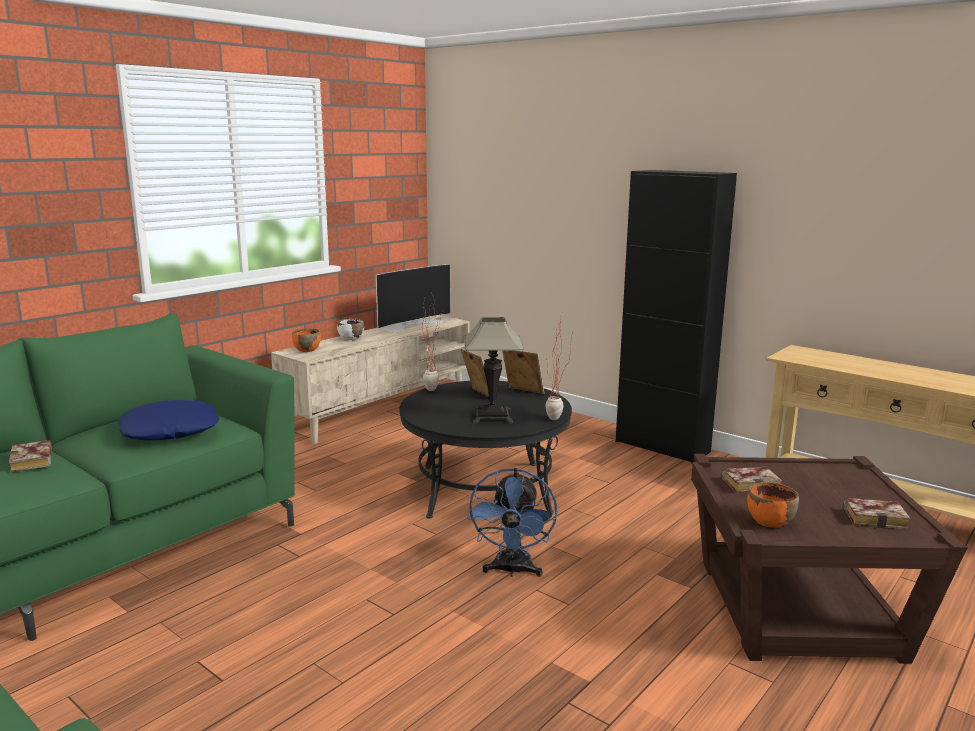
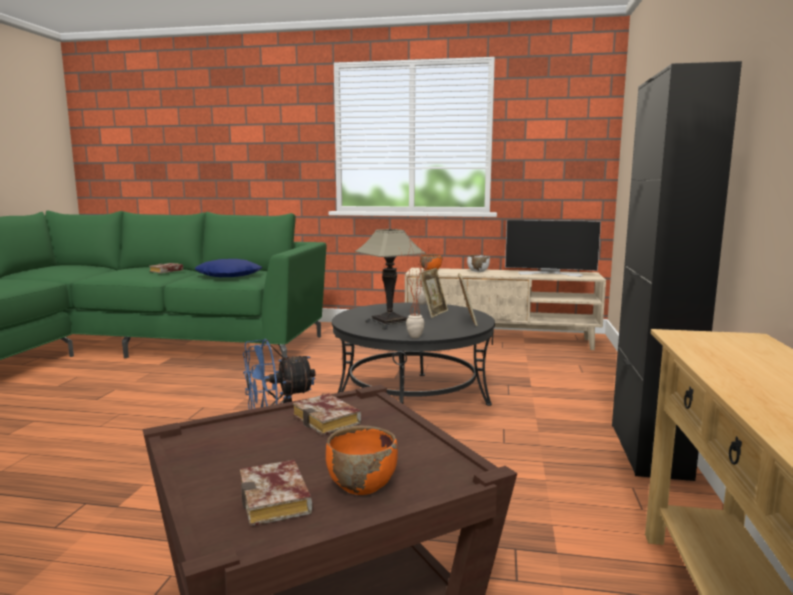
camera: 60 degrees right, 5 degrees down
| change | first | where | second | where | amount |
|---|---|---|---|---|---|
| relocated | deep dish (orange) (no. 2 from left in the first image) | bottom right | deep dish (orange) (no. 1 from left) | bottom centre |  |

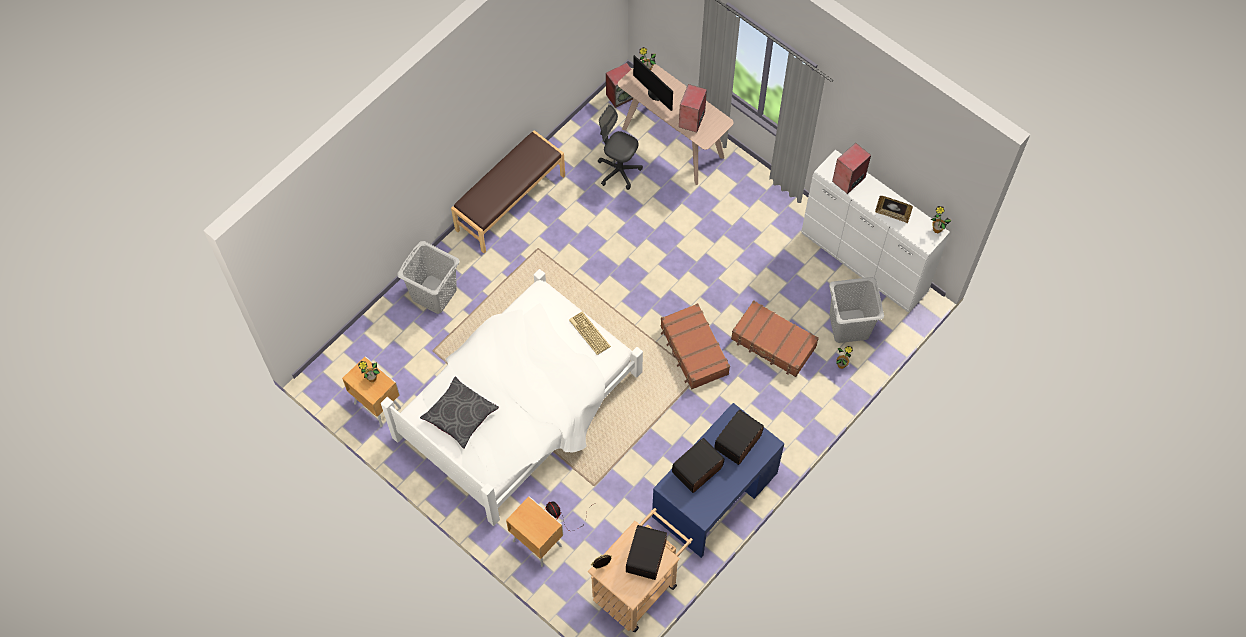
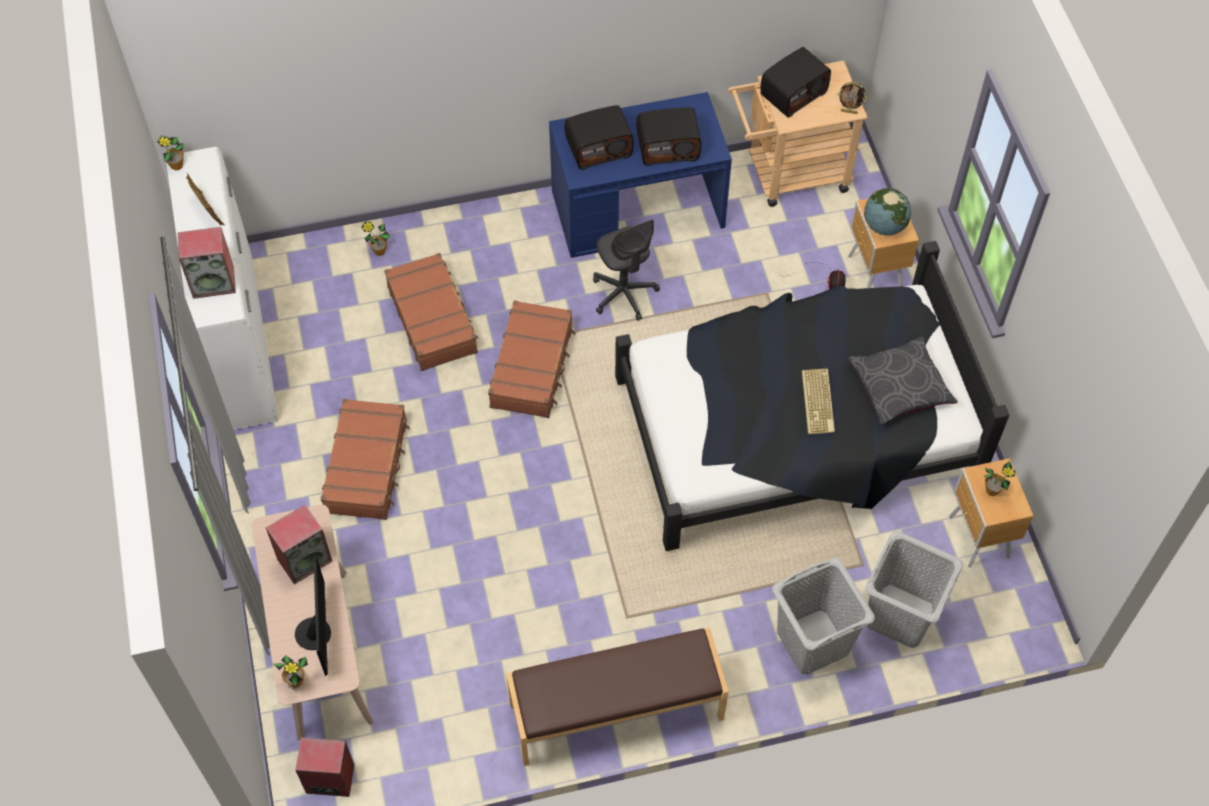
camera: 145 degrees left, 5 degrees down
| change | first | where | second | where | amount |
|---|---|---|---|---|---|
| colour | sleeping bed (white) | centre | sleeping bed (black-coloured) | middle right |  |
| relocated | PC keyboard | centre |  | middle right |  |
| relocated | office chair (grey) | top centre |  | centre |  |
| relocated | washing basket (grey) (no. 2 from left) | middle right |  | bottom right |  |
| appeared |  |  | suitcase (brown) (no. 1 from left) | middle left |  |
| appeared |  |  | globe | top right |  |

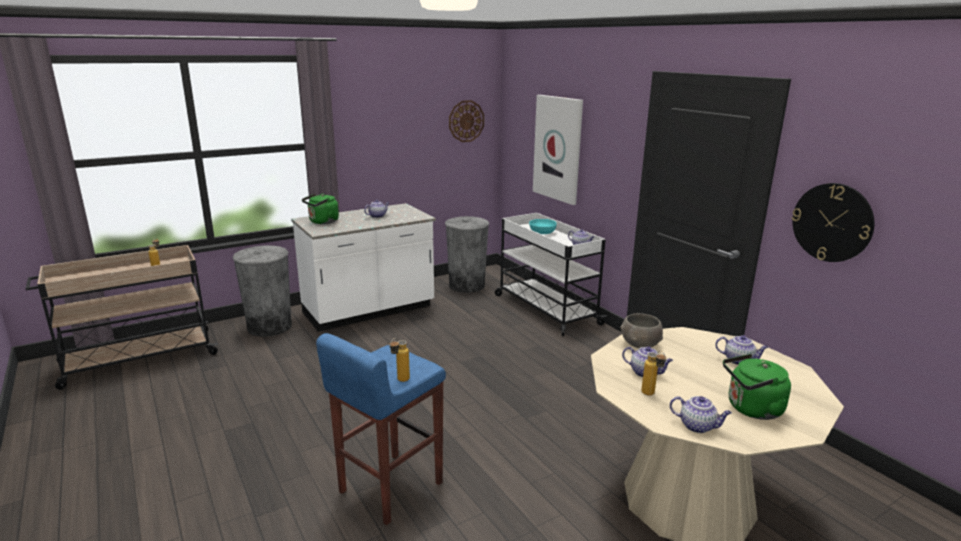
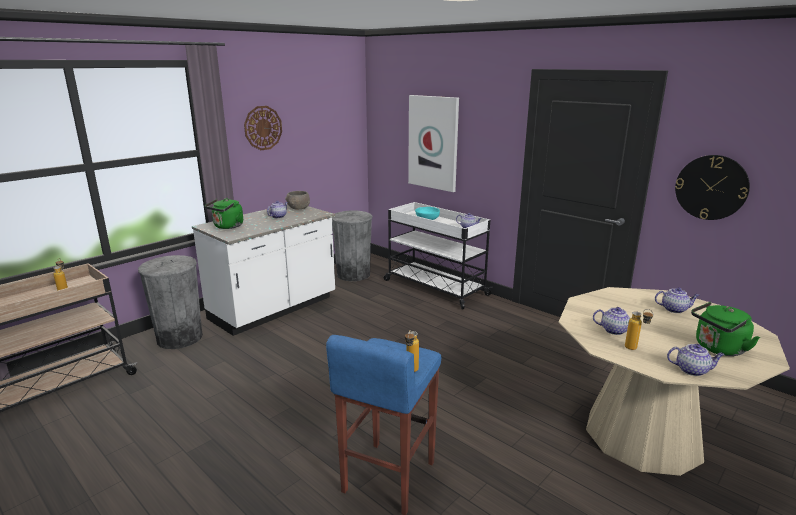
camera: 15 degrees left, 0 degrees up
| change | first | where | second | where | amount |
|---|---|---|---|---|---|
| relocated | wall clock (no. 1 from left) | top centre |  | top left |  |
| relocated | deep dish (grey) | middle right |  | centre |  |

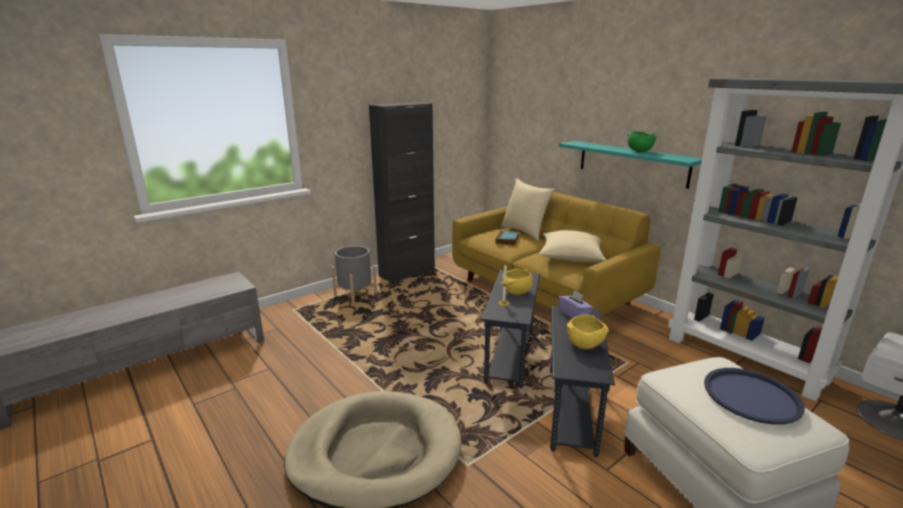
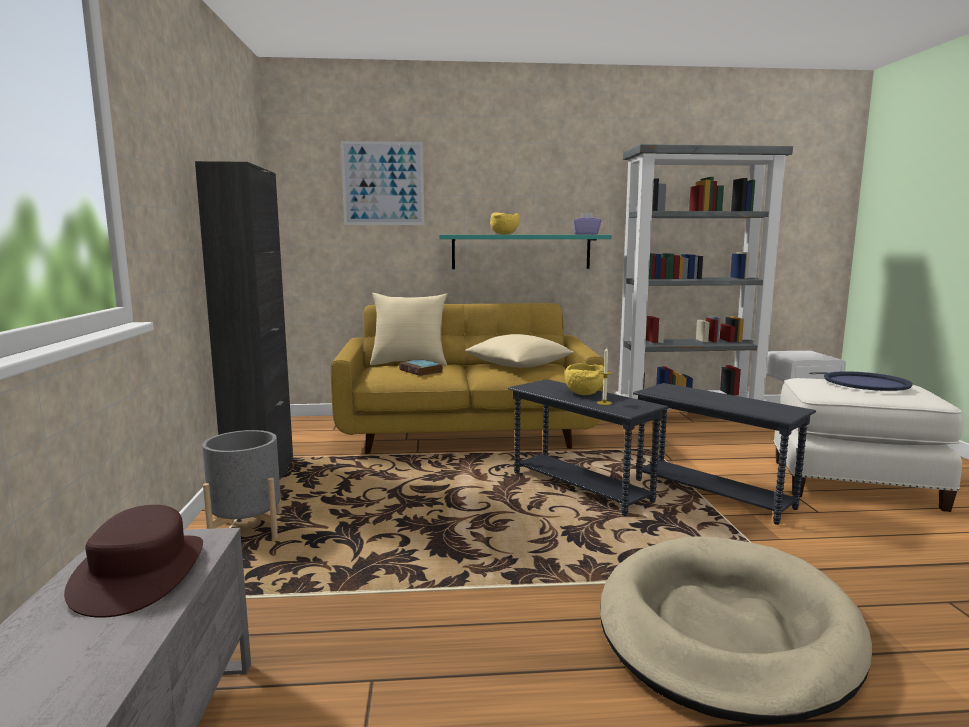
camera: 55 degrees left, 10 degrees down
| change | first | where | second | where | amount |
|---|---|---|---|---|---|
| relocated | box of tissues (purple-coloured) | centre |  | top centre |  |
| relocated | deep dish (yellow) (no. 2 from left in the first image) | centre | deep dish (yellow) (no. 1 from left) | top centre |  |
| missing | deep dish (green) | top right |  |  |  |
| appeared |  |  | wearable hat (brown) | bottom left |  |
| appeared |  |  | picture | top centre |  |

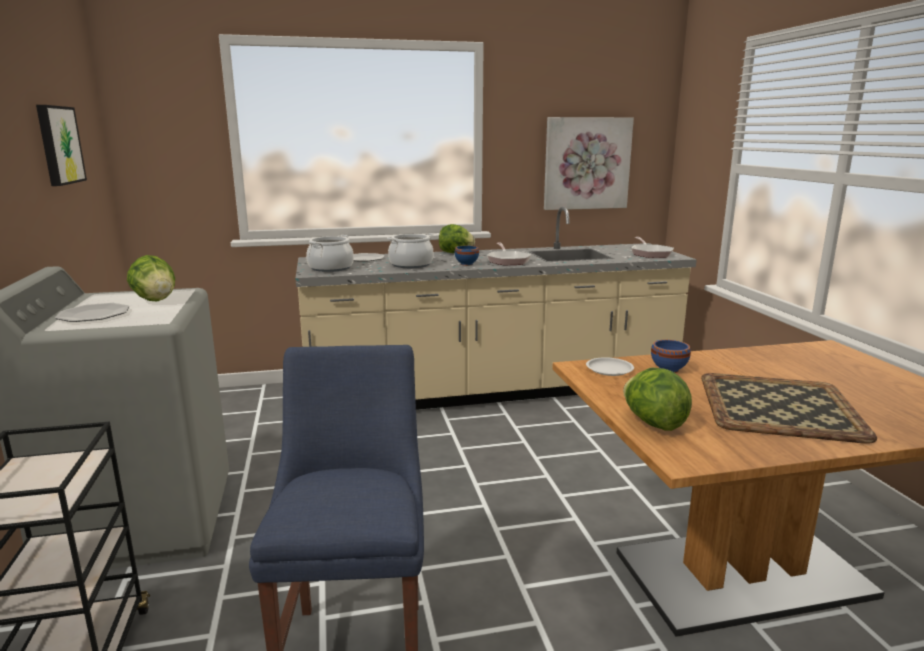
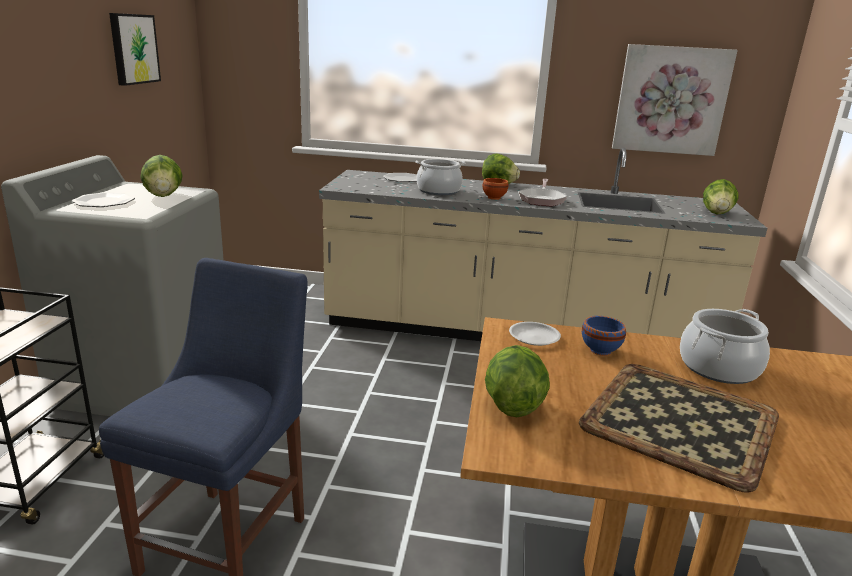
camera: 20 degrees right, 5 degrees up
| change | first | where | second | where | amount |
|---|---|---|---|---|---|
| relocated | saucepot (no. 1 from left in the first image) | centre | saucepot (no. 2 from left) | middle right |  |
| colour | deep dish (bluish) (no. 1 from left) | centre | deep dish (brown) | top centre |  |
| exchanged | frying pan (no. 2 from left) | middle right | head of lettuce (no. 4 from left) | middle right |  |

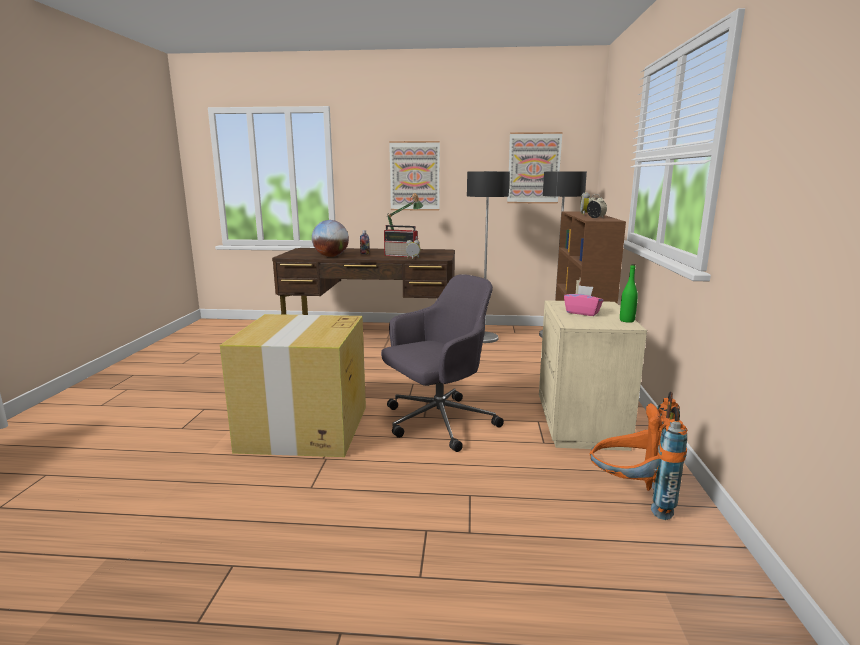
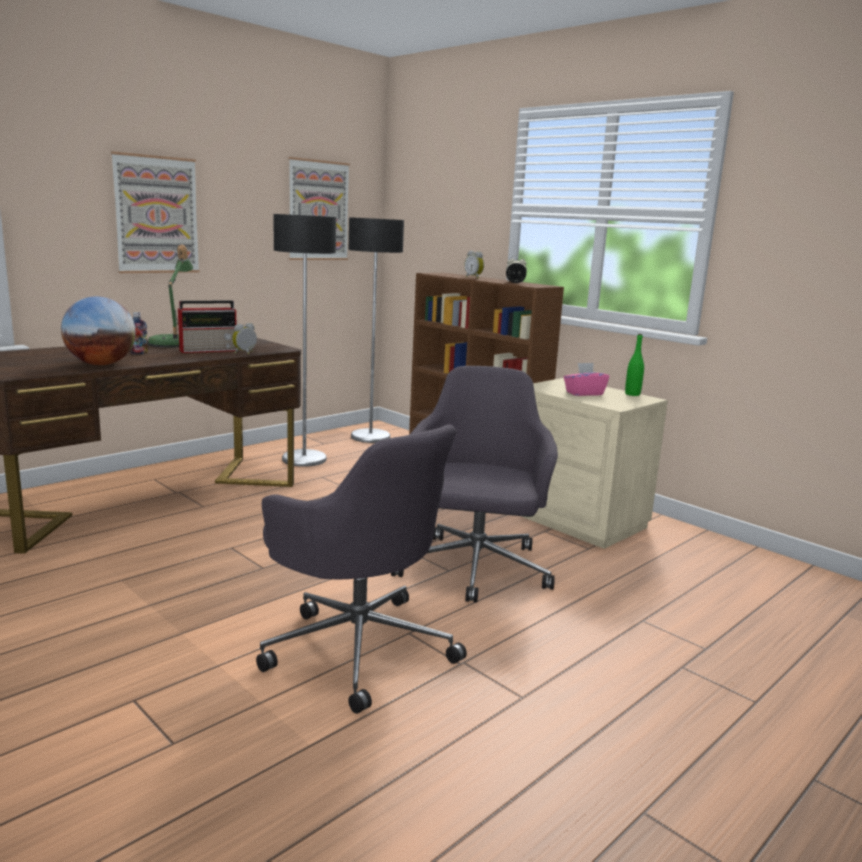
camera: 50 degrees left, 0 degrees up
| change | first | where | second | where | amount |
|---|---|---|---|---|---|
| exchanged | carton | centre | office chair (grey) (no. 1 from left) | centre |  |
| missing | backpack (orange) | bottom right |  |  |  |

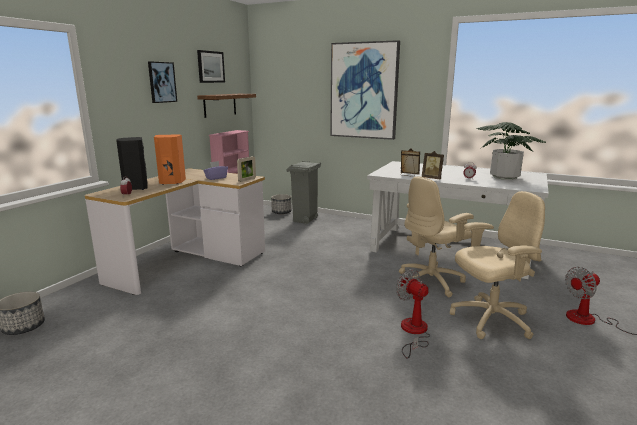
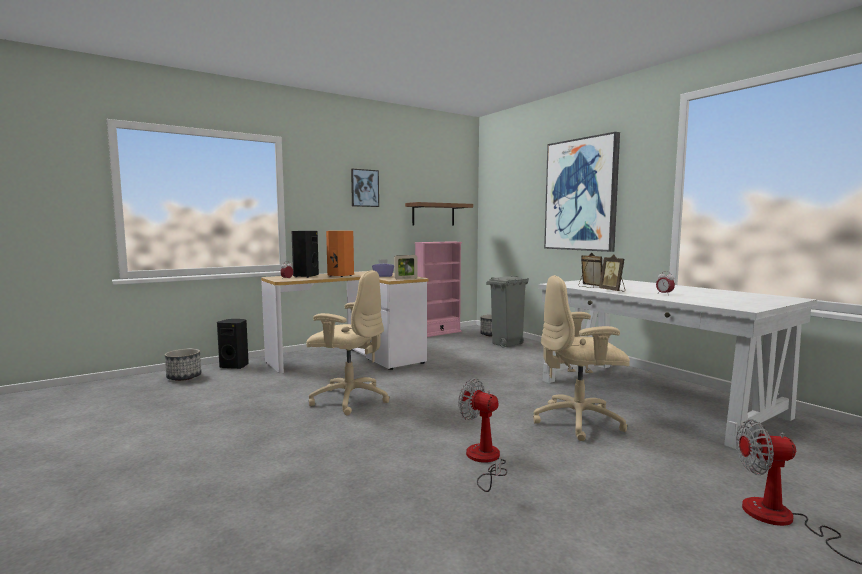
camera: 30 degrees right, 10 degrees down
| change | first | where | second | where | amount |
|---|---|---|---|---|---|
| missing | picture (no. 2 from left) | top left |  |  |  |
| spun | fan (no. 1 from left) | bottom centre |  | bottom centre | 45 degrees counterclockwise |
| relocated | office chair (beige) (no. 2 from left in the first image) | middle right | office chair (beige) (no. 1 from left) | centre |  |
| missing | houseplant | middle right |  |  |  |
| appeared |  |  | loudspeaker (black-coloured) (no. 1 from left) | middle left |  |

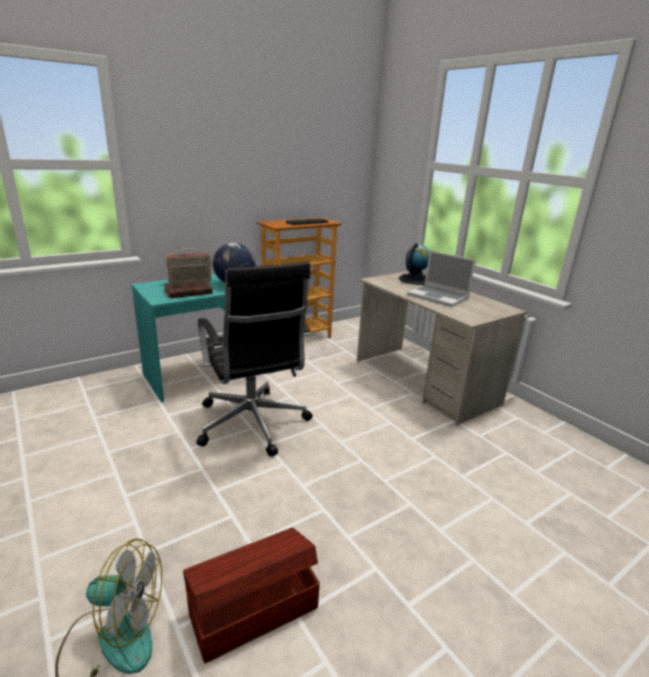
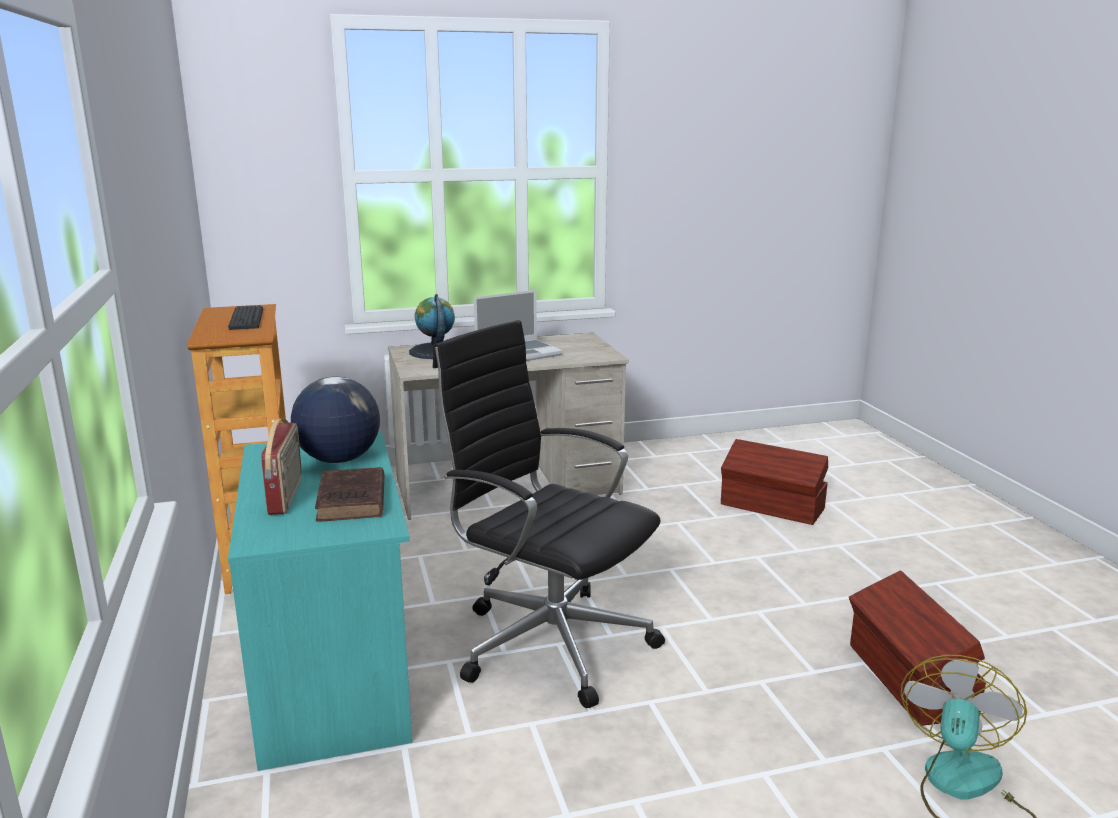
camera: 70 degrees left, 5 degrees down
| change | first | where | second | where | amount |
|---|---|---|---|---|---|
| spun | office chair (black-coloured) | centre |  | centre | 135 degrees counterclockwise |
| appeared |  |  | storage bin (brown) (no. 1 from left) | middle right |  |

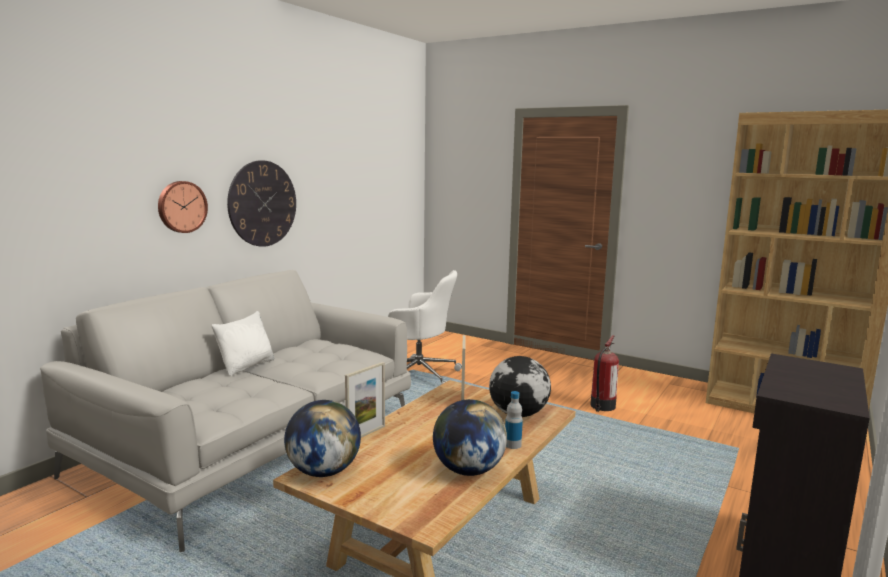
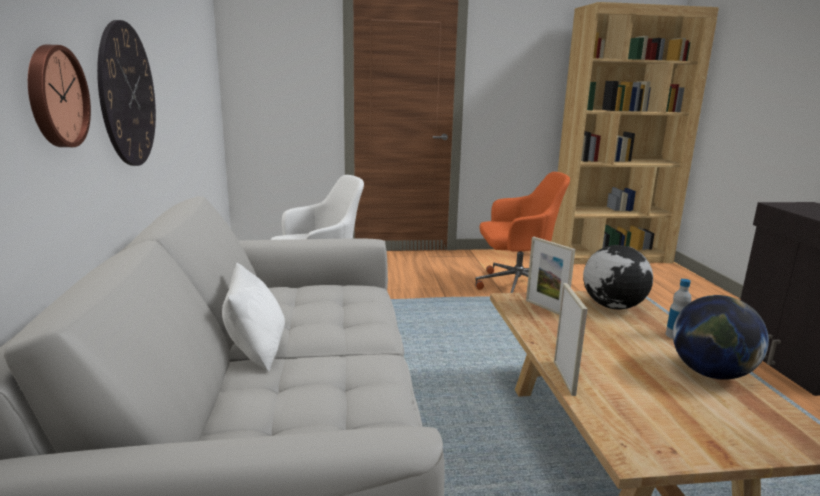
camera: 40 degrees left, 5 degrees up
| change | first | where | second | where | amount |
|---|---|---|---|---|---|
| missing | globe (no. 1 from left) | bottom centre |  |  |  |
| exchanged | fire extinguisher | middle right | office chair (orange) | centre |  |

